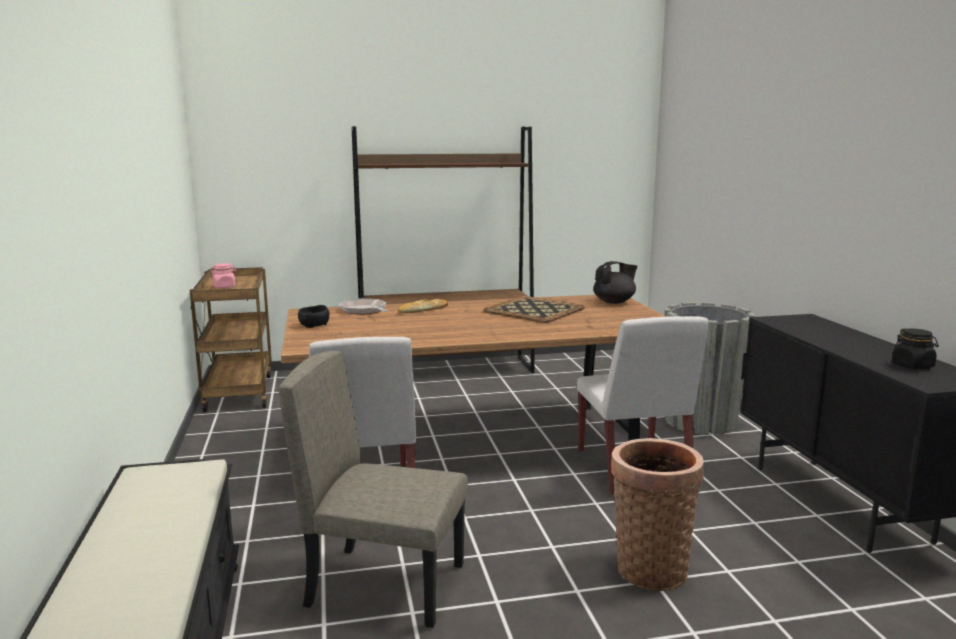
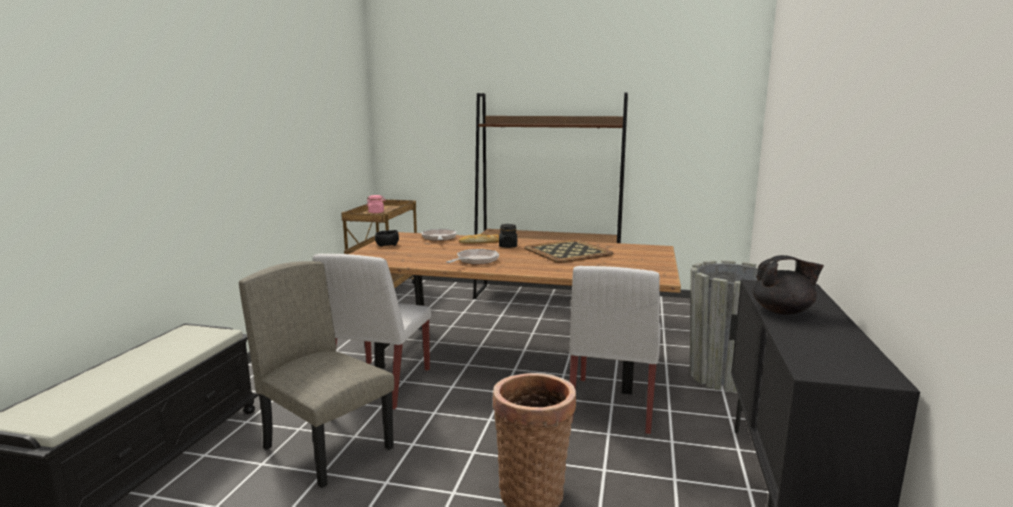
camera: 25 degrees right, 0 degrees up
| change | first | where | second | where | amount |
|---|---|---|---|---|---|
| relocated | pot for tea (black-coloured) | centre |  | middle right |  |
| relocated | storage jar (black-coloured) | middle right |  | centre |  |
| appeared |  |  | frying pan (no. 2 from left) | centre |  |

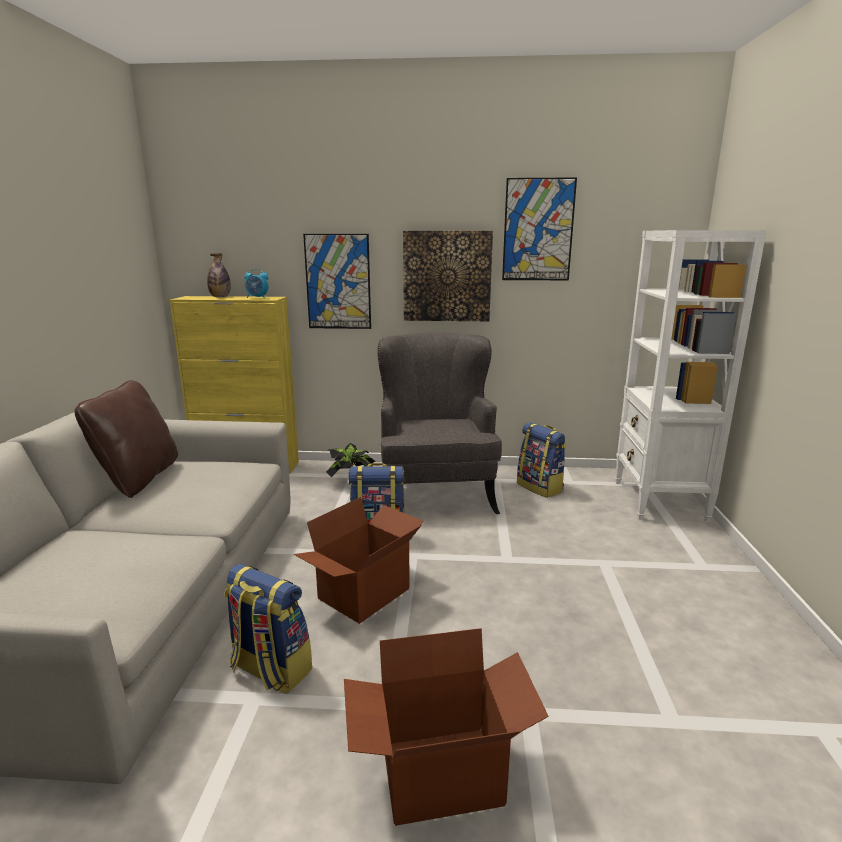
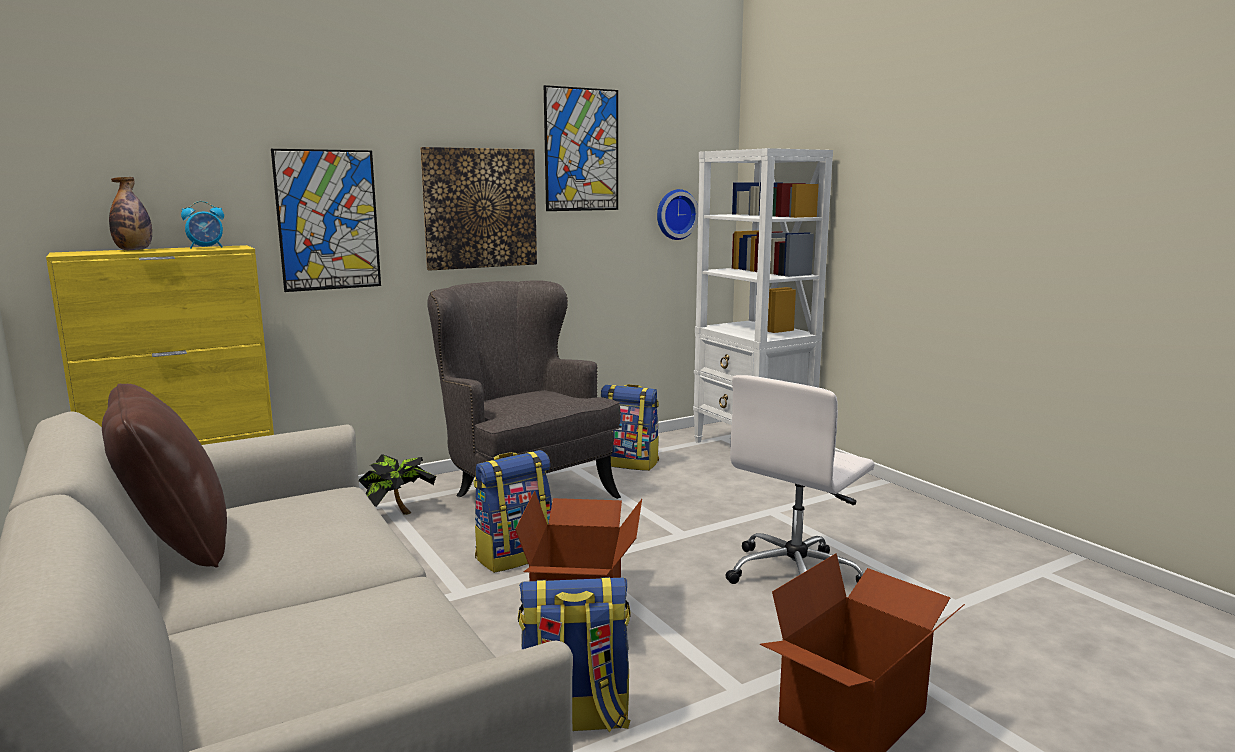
camera: 35 degrees left, 5 degrees down
| change | first | where | second | where | amount |
|---|---|---|---|---|---|
| appeared |  |  | wall clock | top centre |  |
| appeared |  |  | office chair (white) | centre |  |

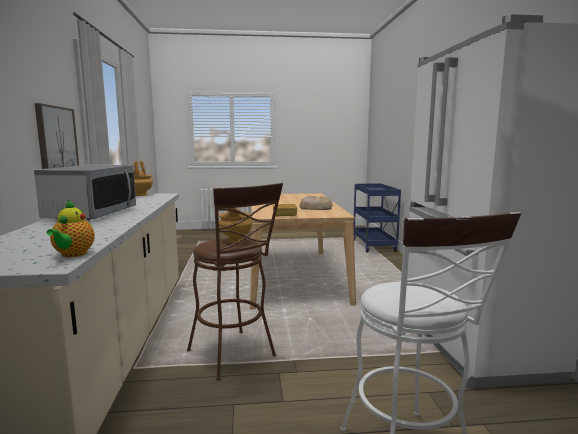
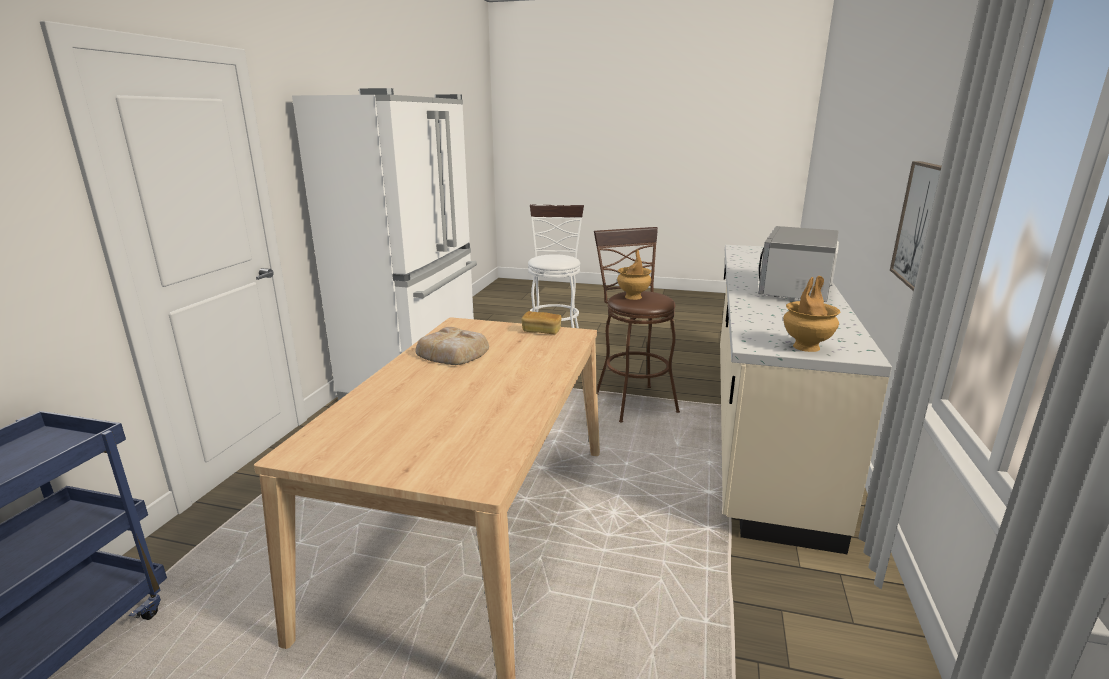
camera: 160 degrees left, 10 degrees up
| change | first | where | second | where | amount |
|---|---|---|---|---|---|
| missing | pot for tea | middle left |  |  |  |

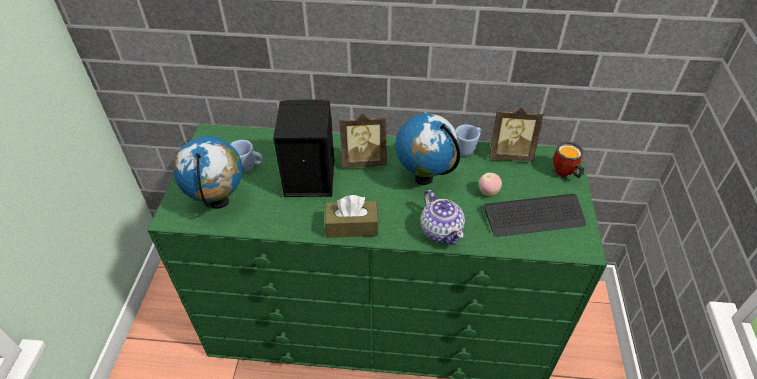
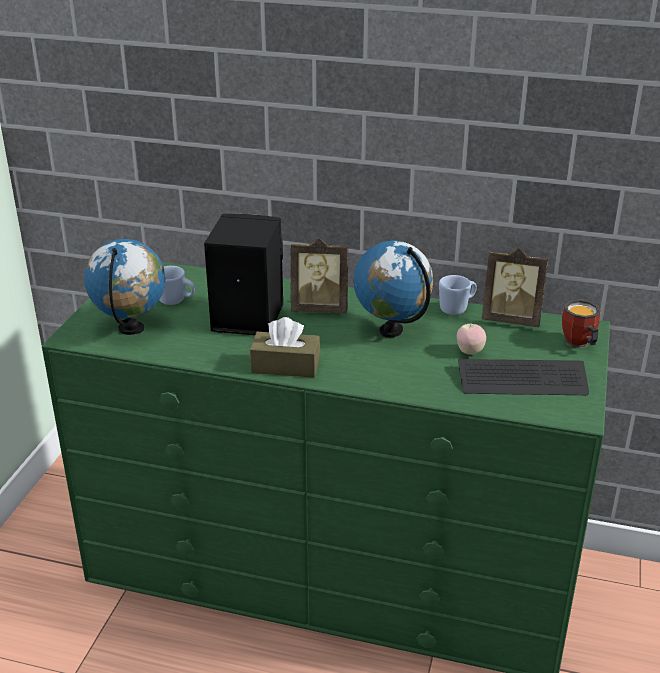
camera: 10 degrees right, 15 degrees down
| change | first | where | second | where | amount |
|---|---|---|---|---|---|
| missing | pot for tea | centre |  |  |  |

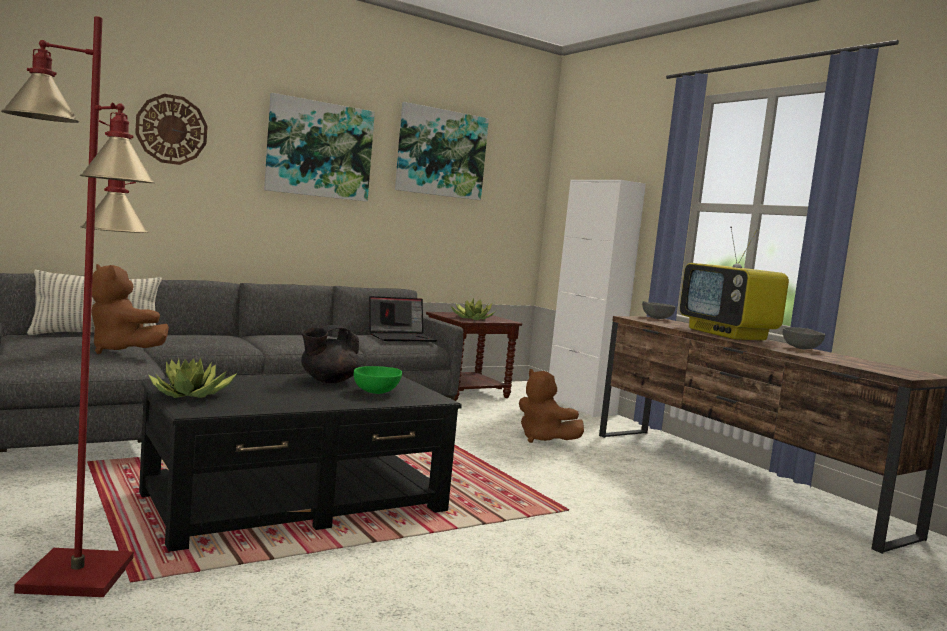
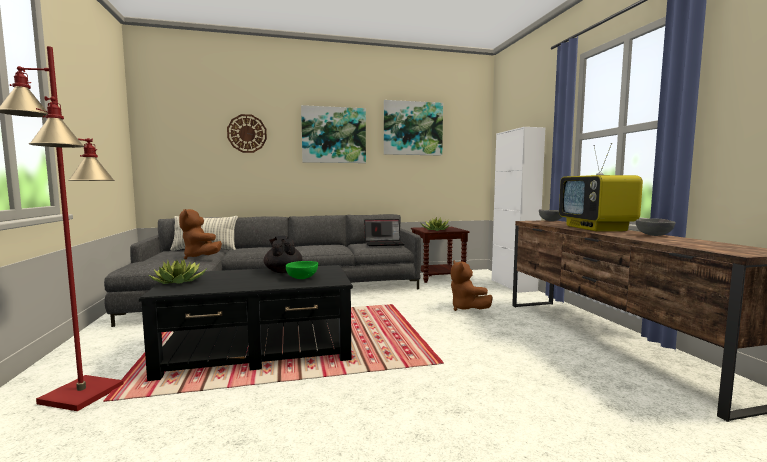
camera: 20 degrees right, 0 degrees up
| change | first | where | second | where | amount |
|---|---|---|---|---|---|
| spun | pot for tea (black-coloured) | centre |  | centre | 90 degrees clockwise |

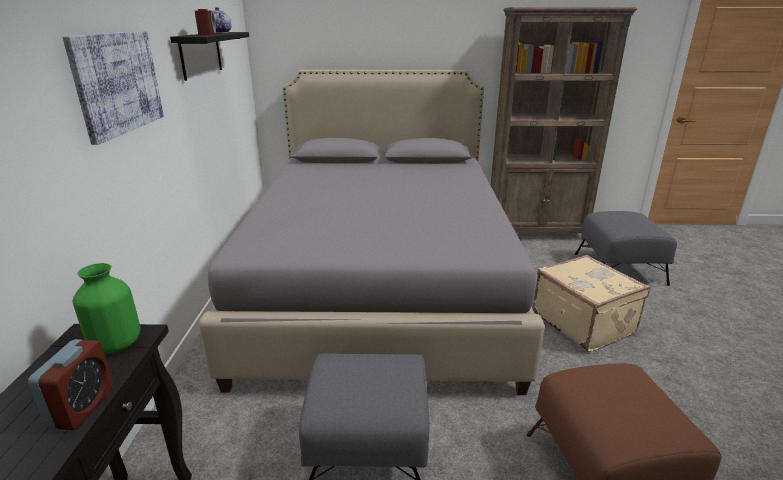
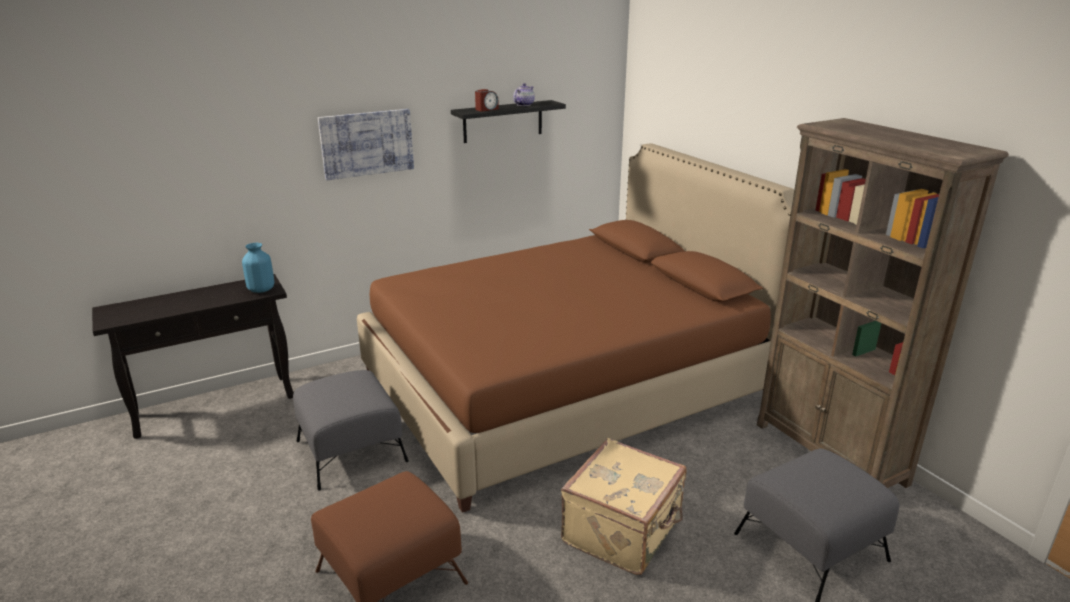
camera: 60 degrees right, 0 degrees up
| change | first | where | second | where | amount |
|---|---|---|---|---|---|
| missing | alarm clock (no. 1 from left) | bottom left |  |  |  |
| colour | decorative vase (green) | middle left | decorative vase (bluish) | middle left |  |
| colour | sleeping bed (grey) | centre | sleeping bed (brown) | centre |  |

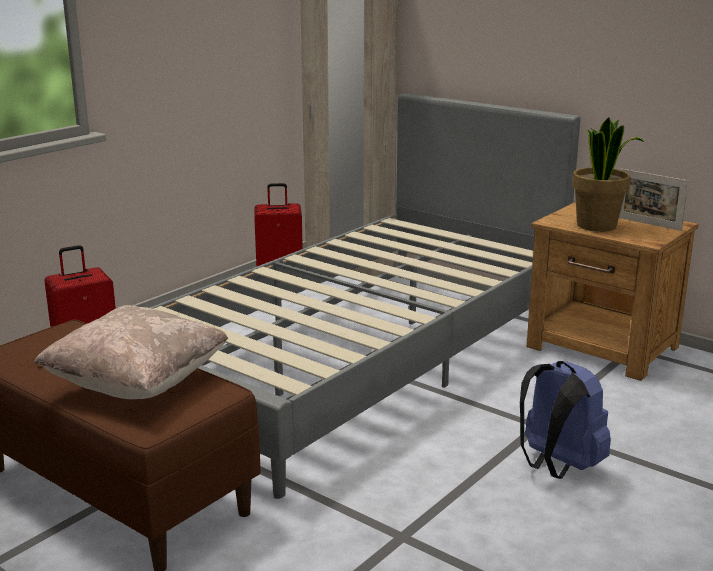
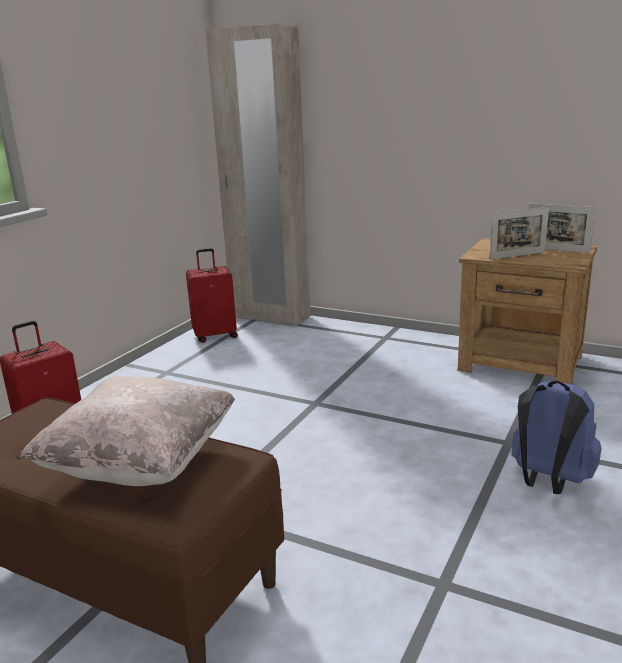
camera: 10 degrees left, 0 degrees up
| change | first | where | second | where | amount |
|---|---|---|---|---|---|
| missing | sleeping bed (grey) | centre |  |  |  |
| exchanged | houseplant | top right | photo frame (no. 1 from left) | middle right |  |

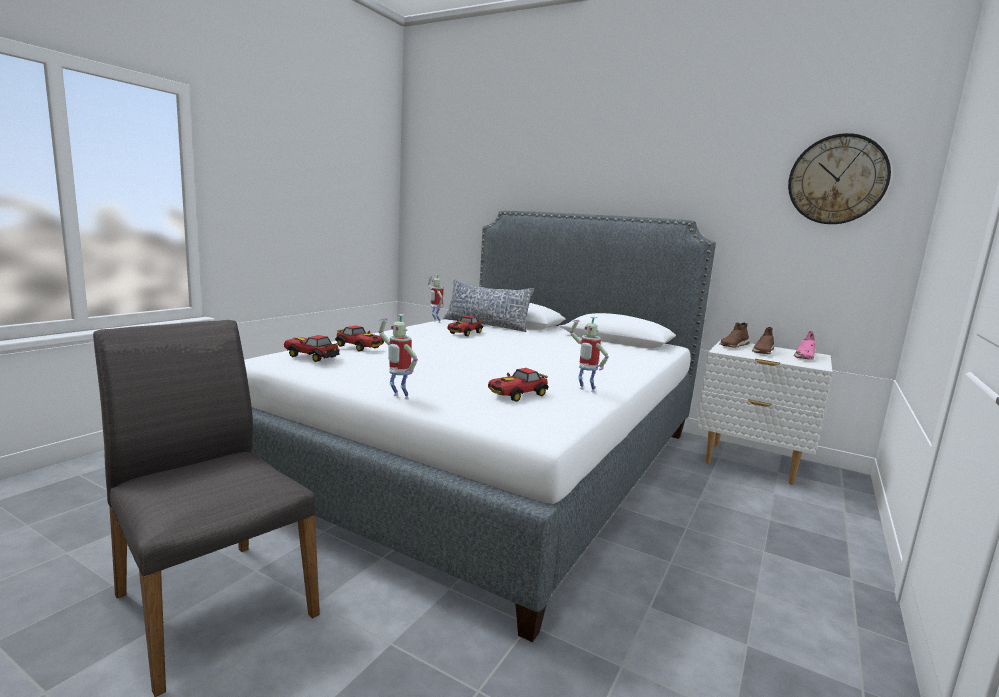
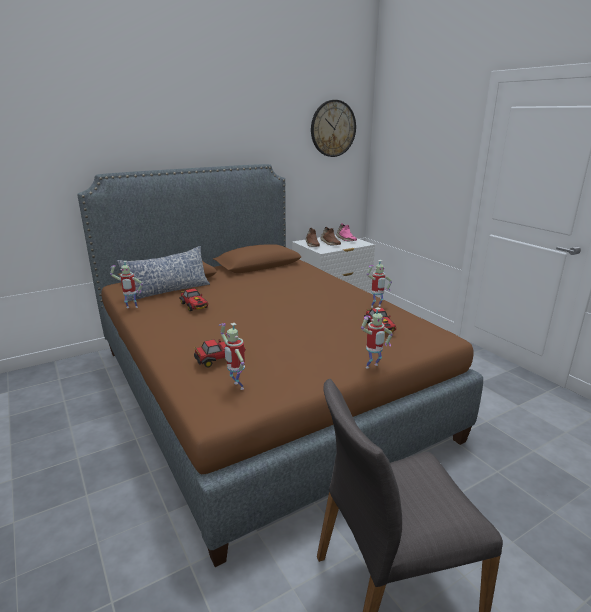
camera: 60 degrees left, 10 degrees up
| change | first | where | second | where | amount |
|---|---|---|---|---|---|
| colour | sleeping bed (white) | centre | sleeping bed (brown) | centre |  |
| exchanged | model car (no. 1 from left) | middle left | robot figure (no. 2 from left) | centre |  |

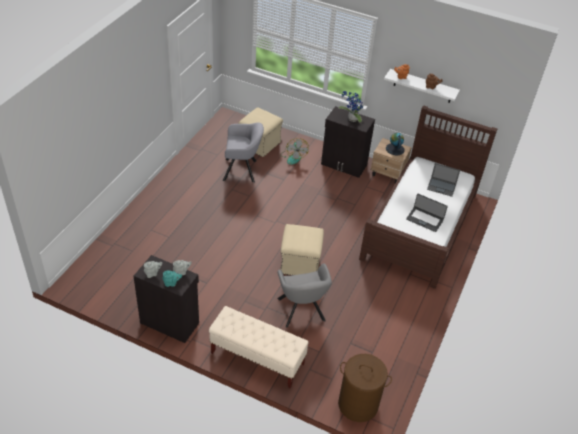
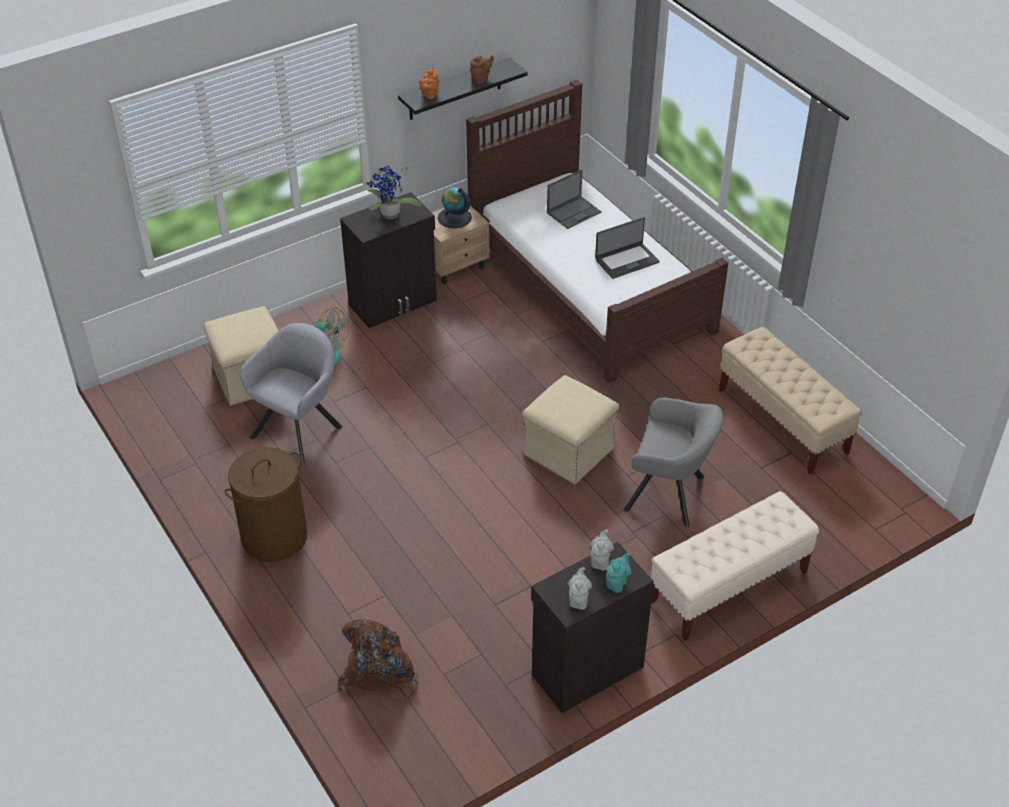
camera: 55 degrees left, 0 degrees up
| change | first | where | second | where | amount |
|---|---|---|---|---|---|
| relocated | washing basket (brown) | bottom centre |  | middle left |  |
| colour | shelf (white) | top right | shelf (black-coloured) | top centre |  |
| appeared |  |  | backpack (brown) | bottom centre |  |
| appeared |  |  | long seat (beige) (no. 2 from left) | middle right |  |

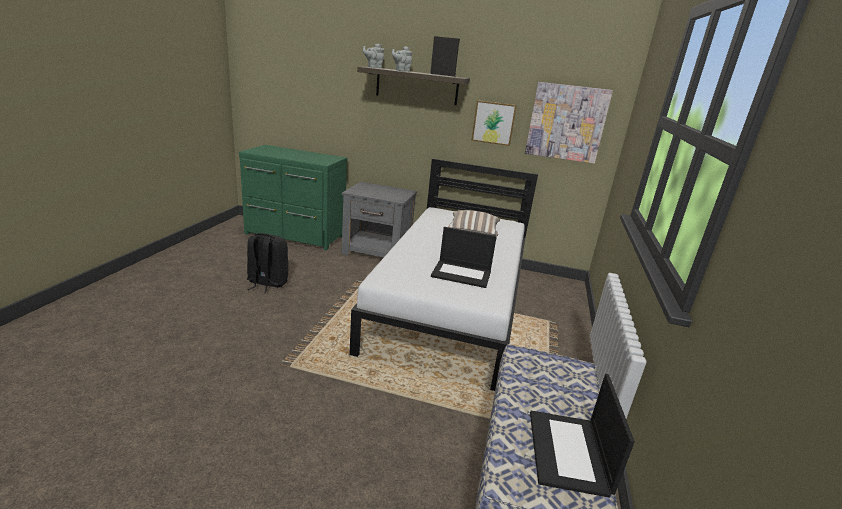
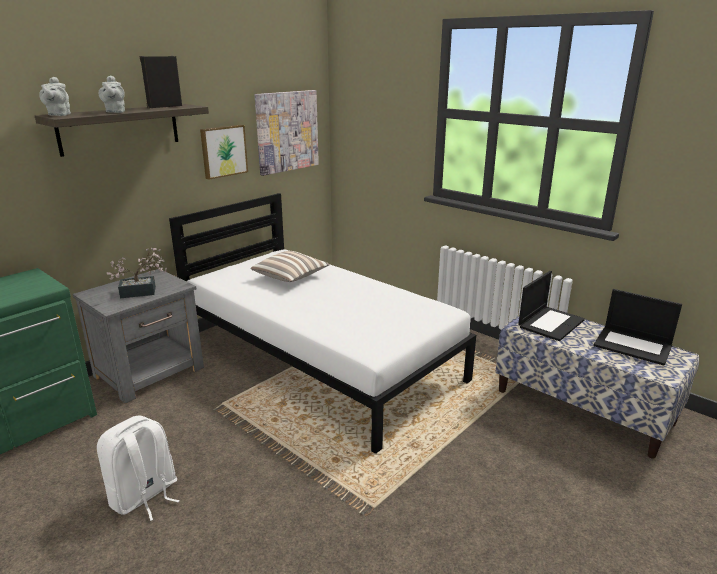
camera: 60 degrees left, 0 degrees up
| change | first | where | second | where | amount |
|---|---|---|---|---|---|
| colour | backpack (black-coloured) | middle left | backpack (white) | bottom left |  |
| relocated | laptop (no. 1 from left) | centre |  | middle right |  |
| appeared |  |  | houseplant | middle left |  |

